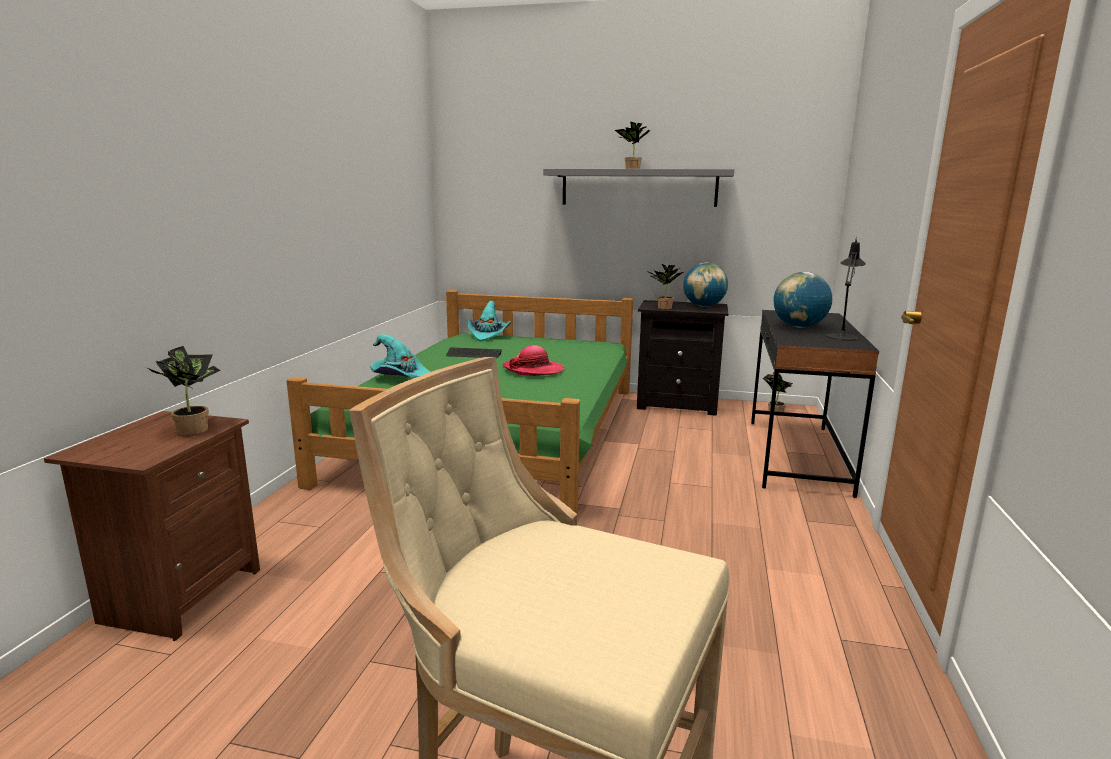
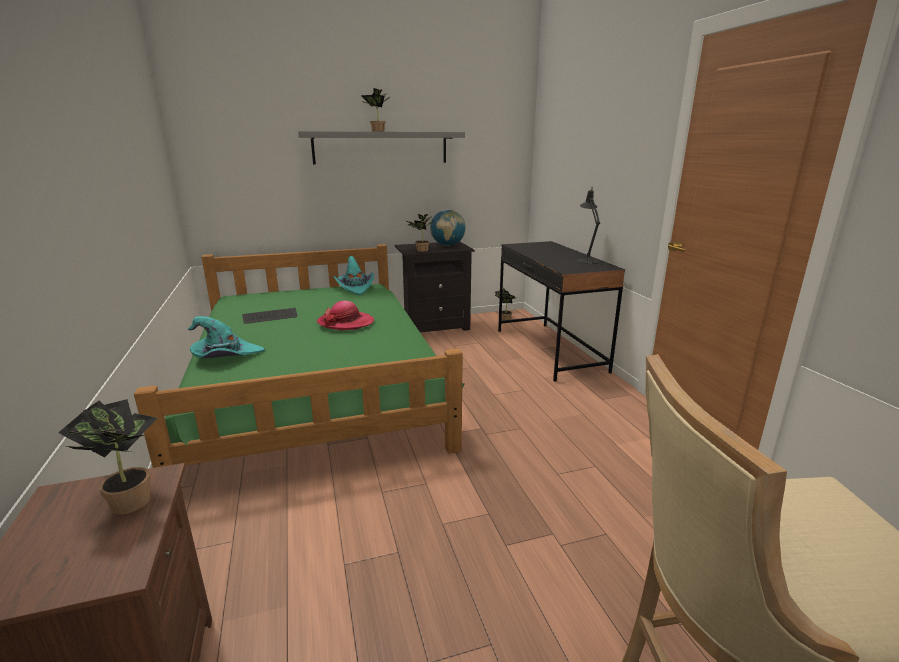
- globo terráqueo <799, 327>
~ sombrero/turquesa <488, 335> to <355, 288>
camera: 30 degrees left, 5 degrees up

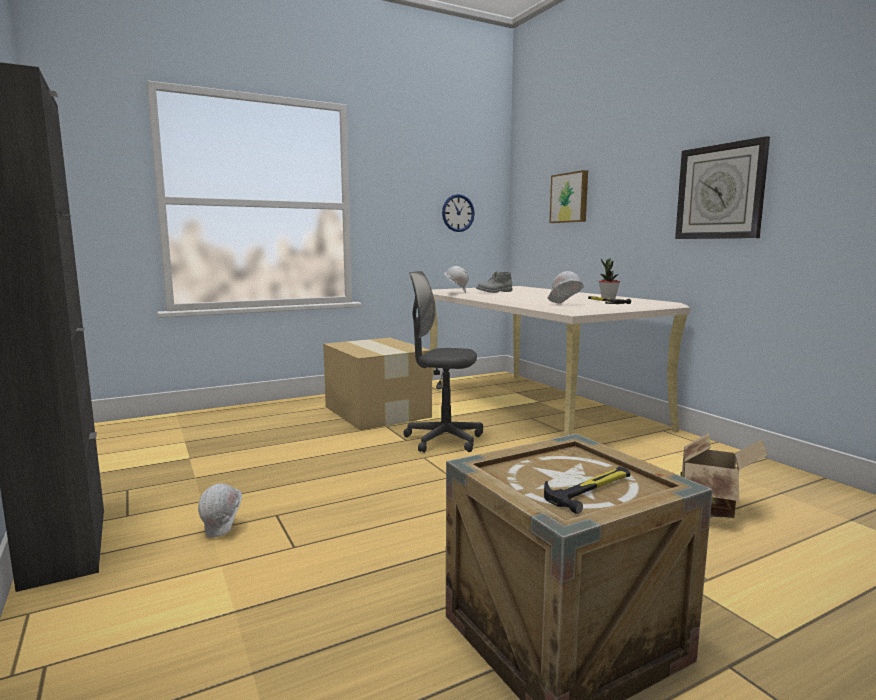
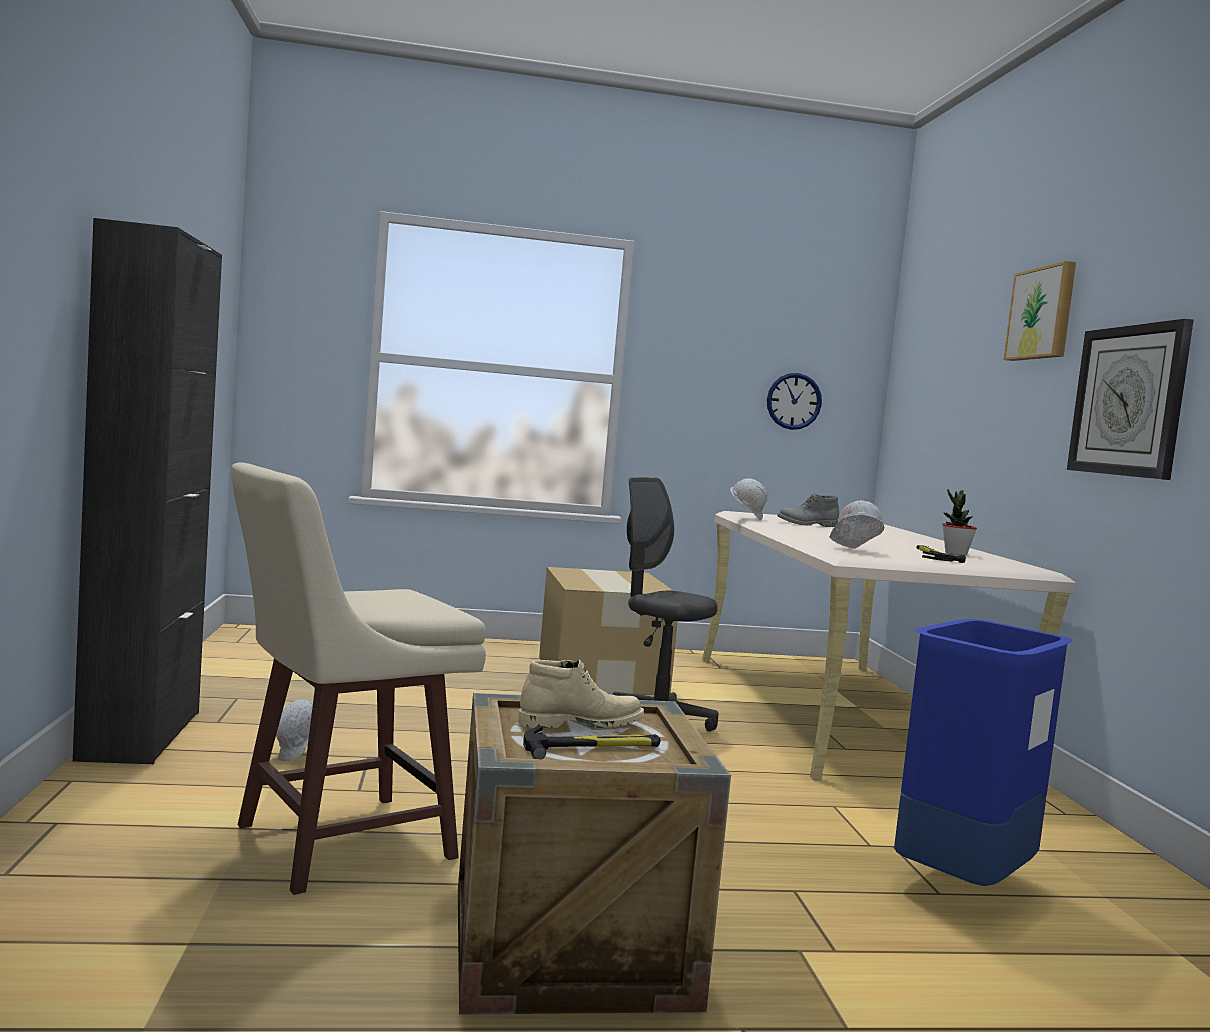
~ cuadro <570, 198> to <1043, 314>
~ caja de cartón <711, 506> to papelera/azul <961, 883>
+ taburete/beis <338, 842>
+ bota/beis <580, 724>
camera: 20 degrees right, 5 degrees down

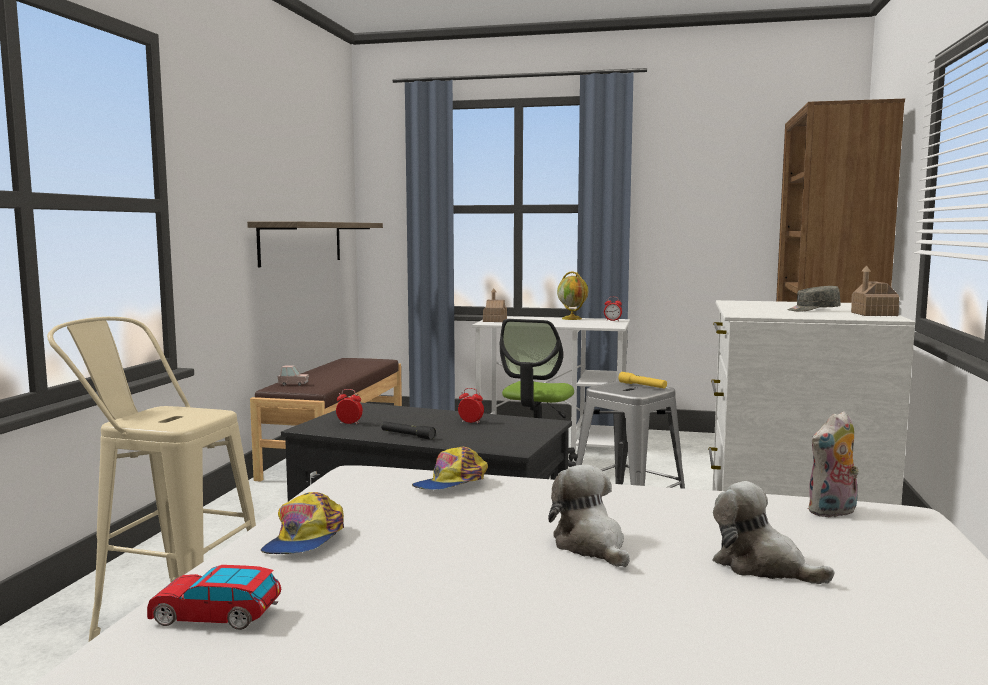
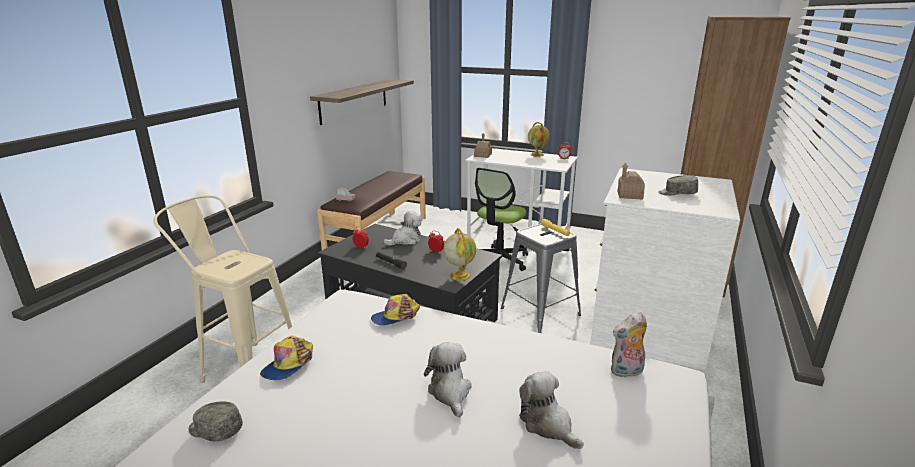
~ casita <874, 314> to <629, 195>
~ coche de juguete <216, 616> to gorra/gris <215, 430>
+ peluche <405, 240>
+ globo terráqueo <459, 275>
camera: 10 degrees right, 15 degrees up

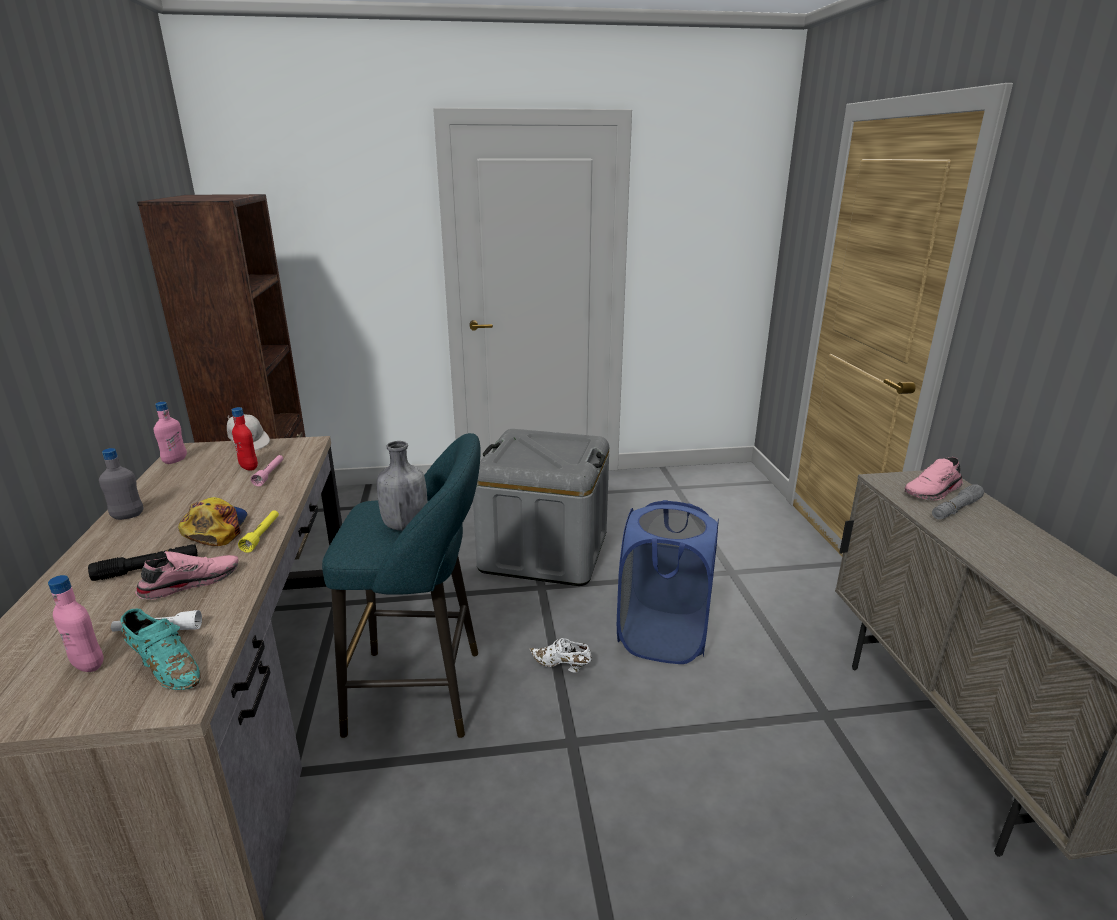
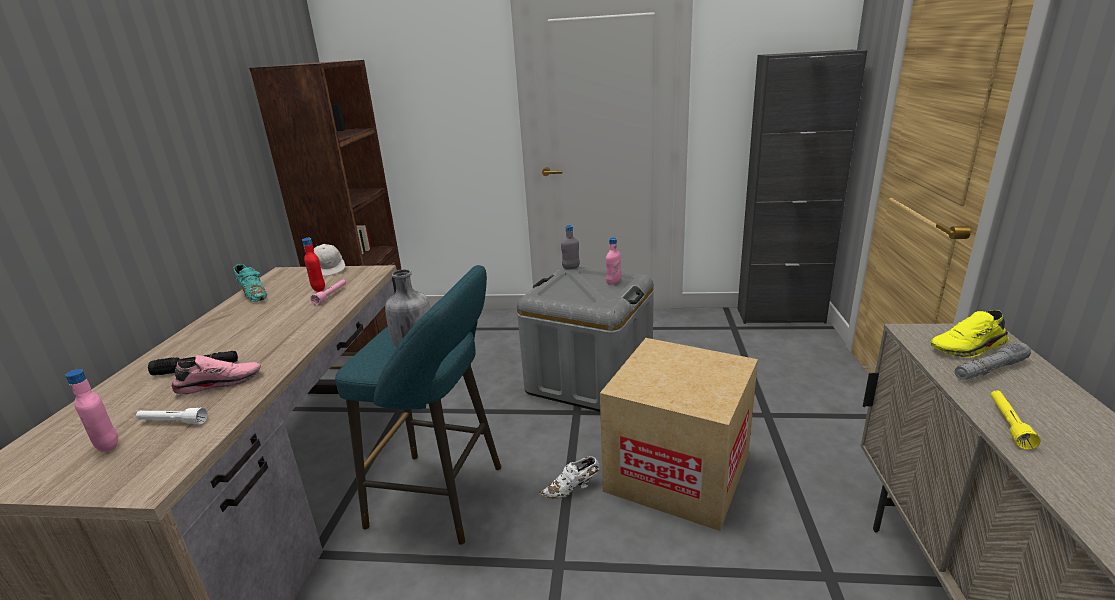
~ botella/rosa <175, 460> to <613, 282>
~ botella/gris <128, 516> to <571, 268>
~ zapato/rosa <933, 492> to zapato/amarillo <969, 348>
- gorra <215, 528>
~ cesto de la ropa/azul <663, 637> to caja de cartón <678, 472>
~ linterna/amarillo <262, 535> to <1008, 424>
~ zapato/turquesa <166, 668> to <253, 295>
~ zapato/blanco <562, 666> = <572, 489> 60 degrees counterclockwise
+ armario/negro <780, 315>
camera: 15 degrees right, 0 degrees up

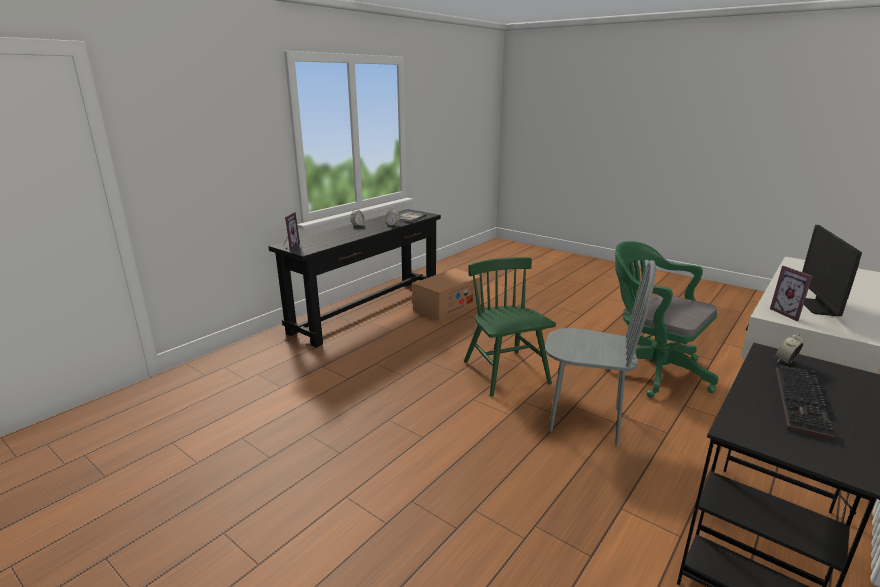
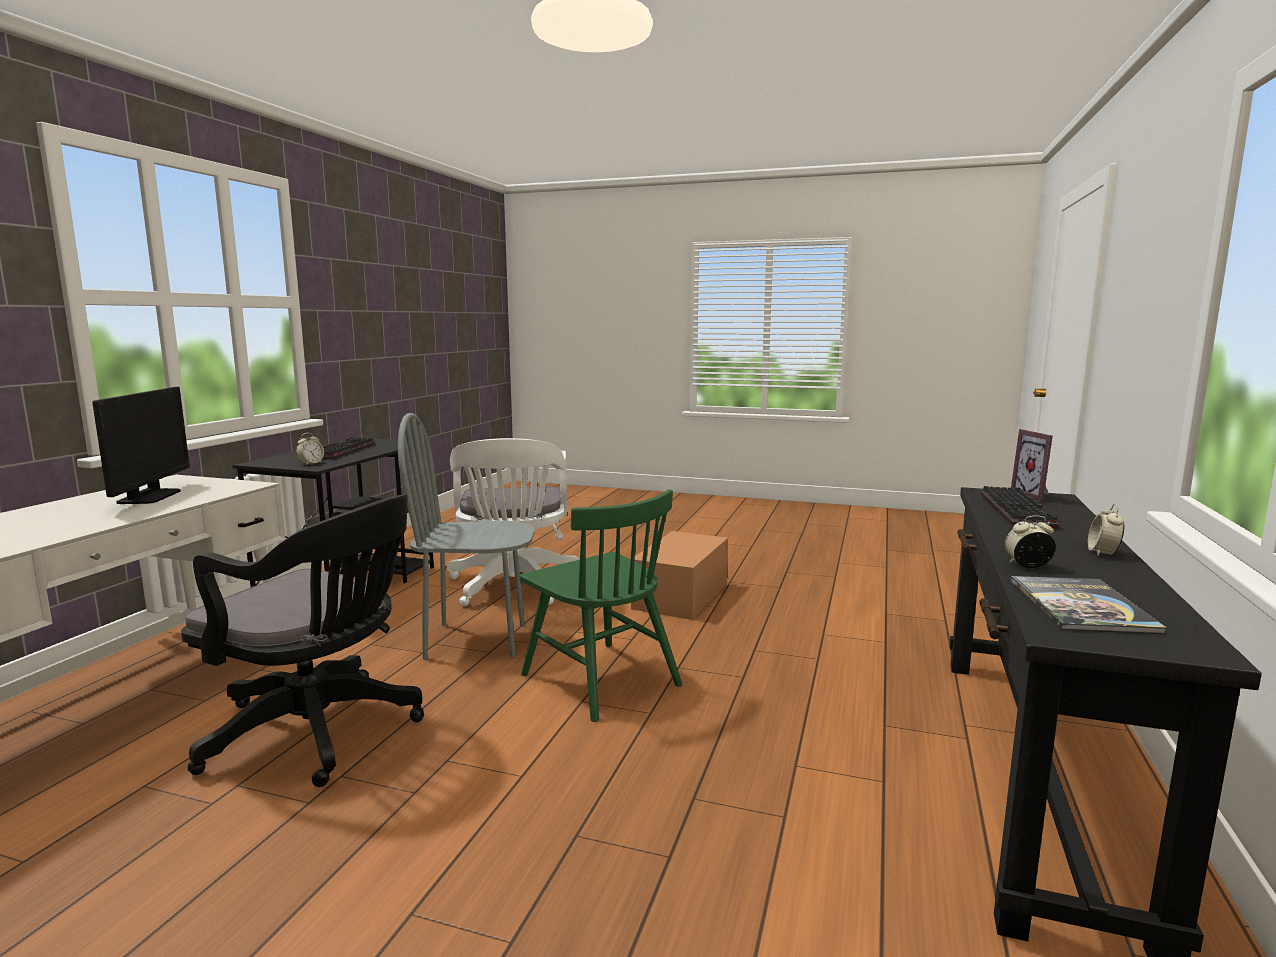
~ silla de oficina/verde <651, 369> to silla de oficina/negro <321, 733>
- portarretratos <789, 314>
~ caja de cartón <447, 306> to <681, 595>
+ silla de oficina/blanco <513, 588>
+ teclado <1019, 511>
camera: 160 degrees right, 10 degrees down

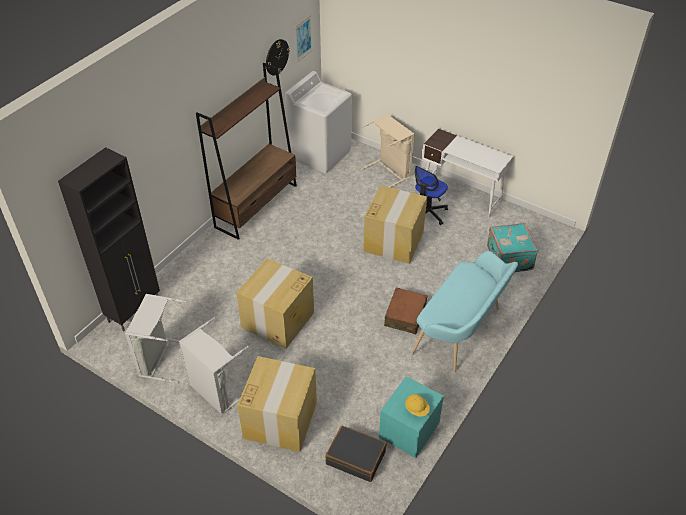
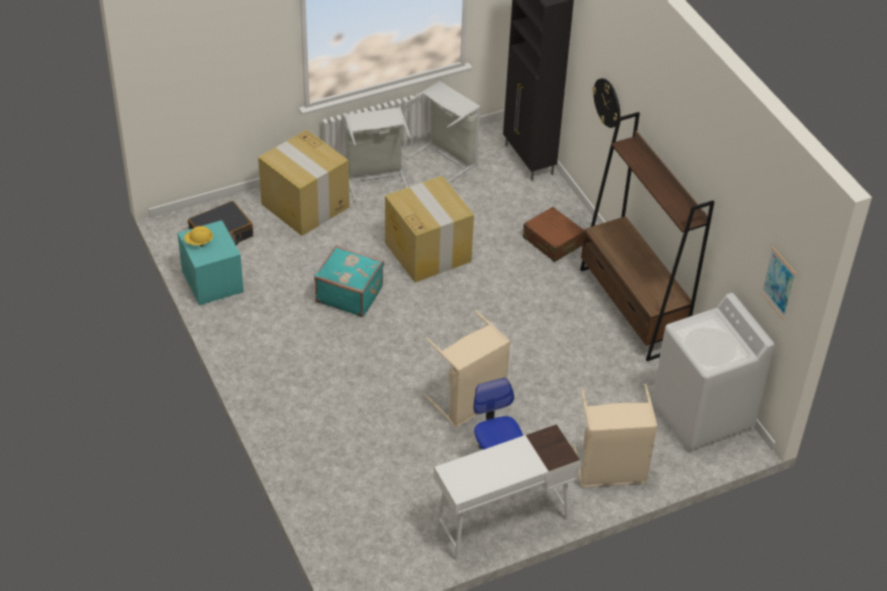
~ reloj de pared <276, 57> to <607, 102>
~ caja de cartón <394, 241> to cesto de la ropa/beis <469, 403>
~ maleta/turquesa <508, 258> to <349, 294>
- banco/turquesa <461, 332>
~ maleta/marrón <405, 316> to <553, 241>
camera: 120 degrees right, 0 degrees up

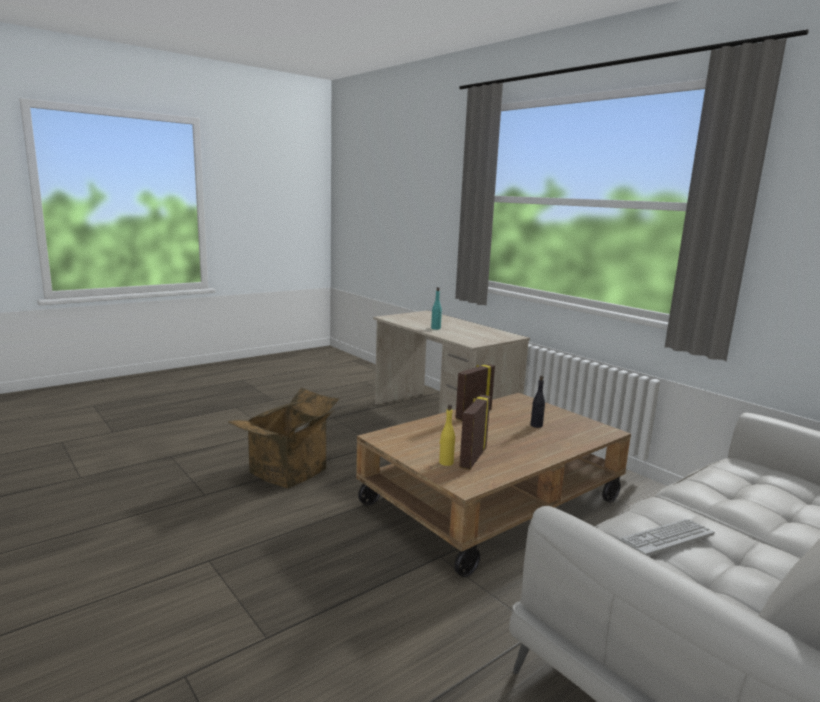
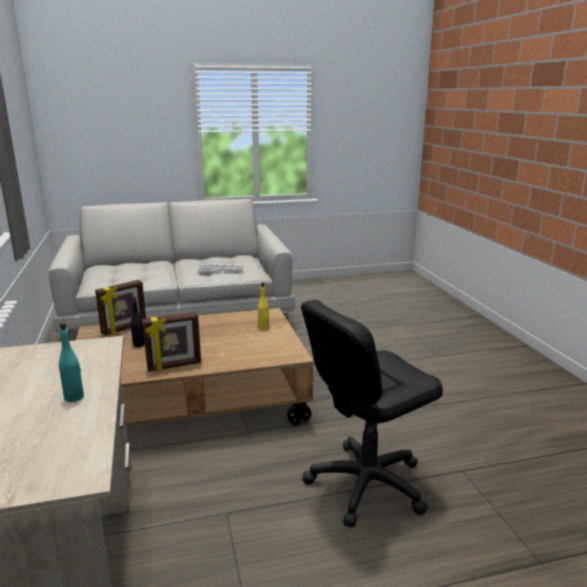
~ caja de cartón <289, 472> to silla de oficina/negro <366, 484>
~ portarretratos <472, 458> to <124, 329>
camera: 155 degrees left, 5 degrees up

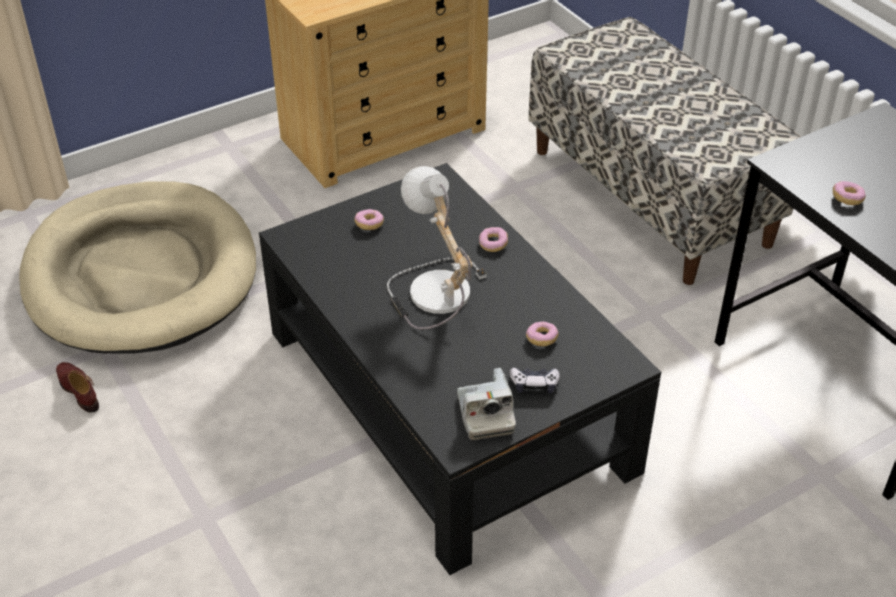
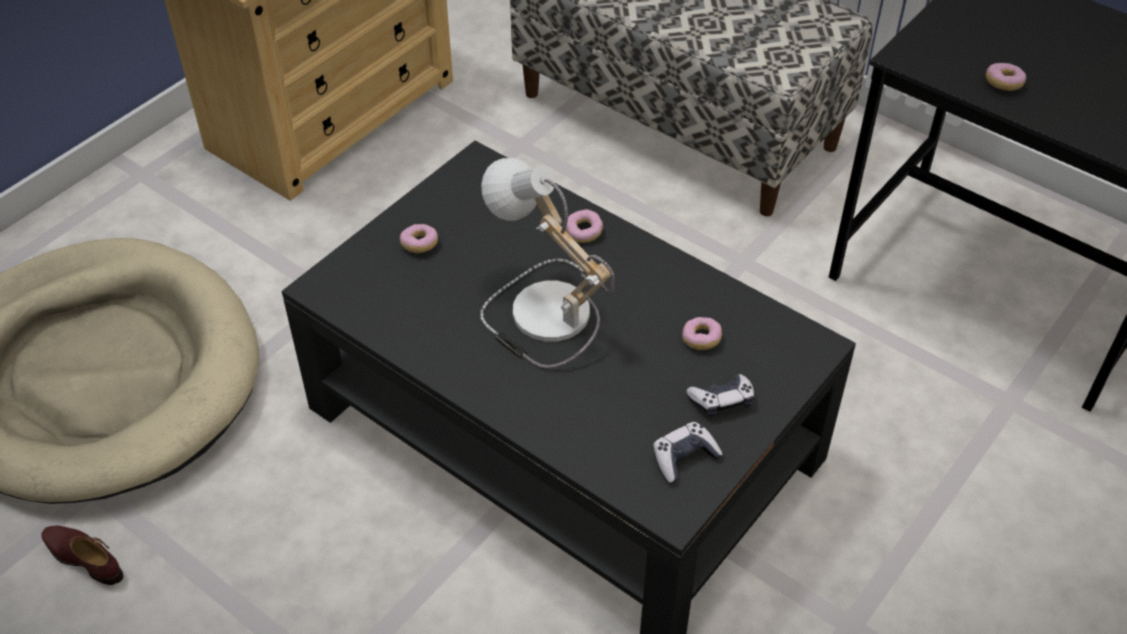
~ cámara <485, 415> to mando de consola <684, 458>
camera: 20 degrees left, 5 degrees up

